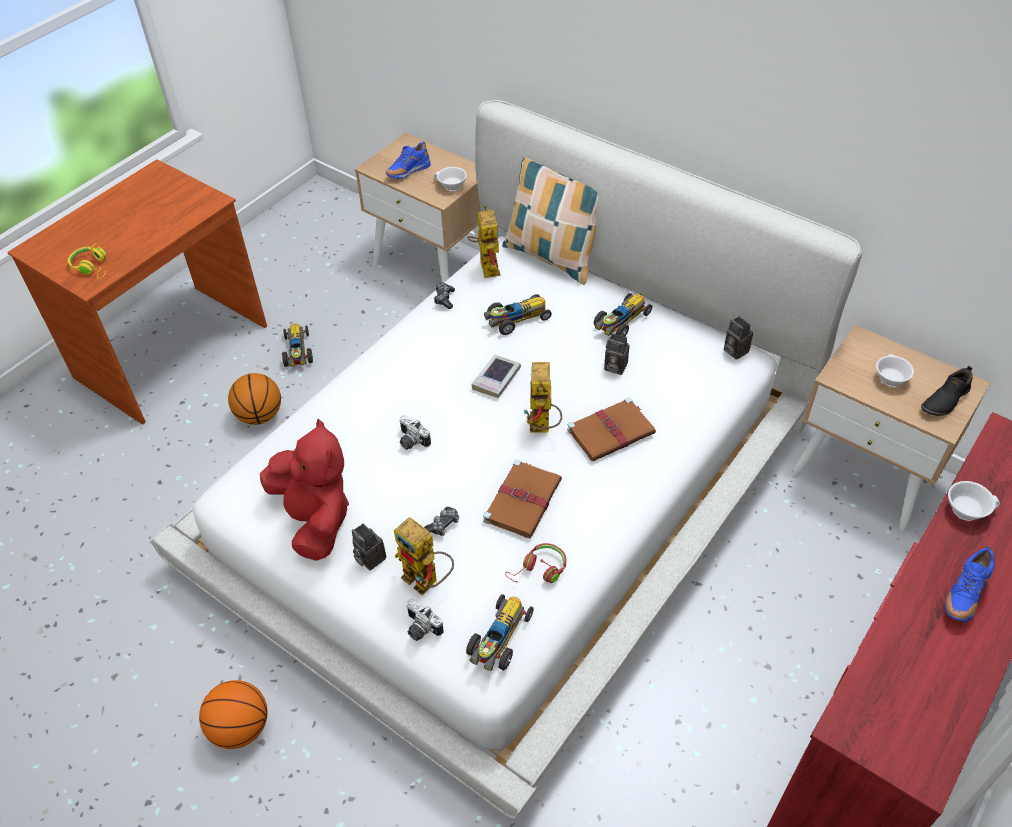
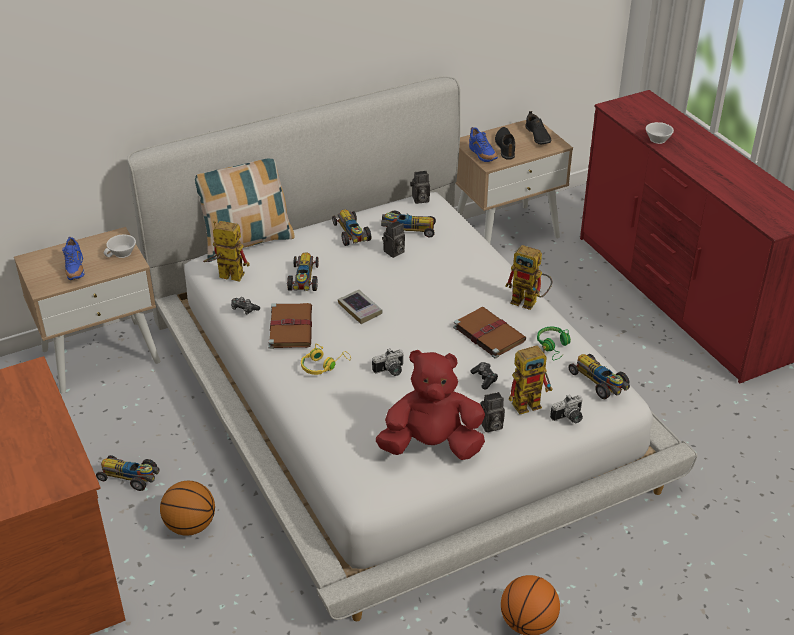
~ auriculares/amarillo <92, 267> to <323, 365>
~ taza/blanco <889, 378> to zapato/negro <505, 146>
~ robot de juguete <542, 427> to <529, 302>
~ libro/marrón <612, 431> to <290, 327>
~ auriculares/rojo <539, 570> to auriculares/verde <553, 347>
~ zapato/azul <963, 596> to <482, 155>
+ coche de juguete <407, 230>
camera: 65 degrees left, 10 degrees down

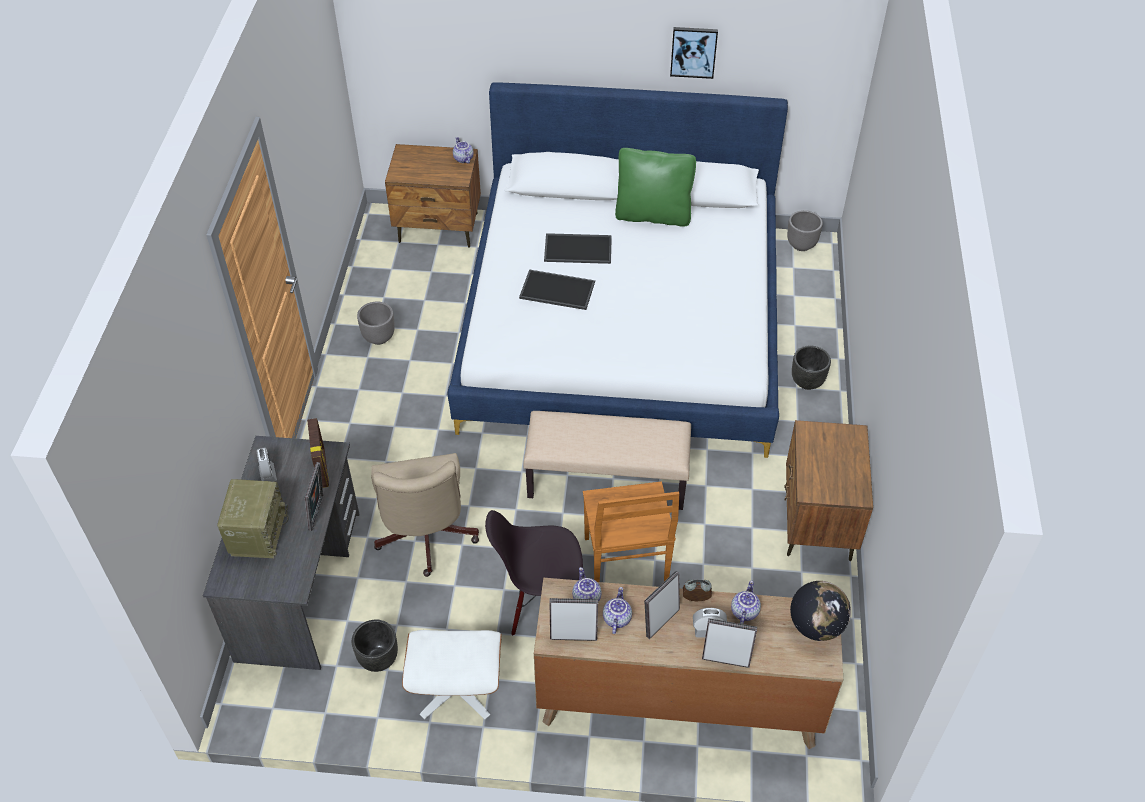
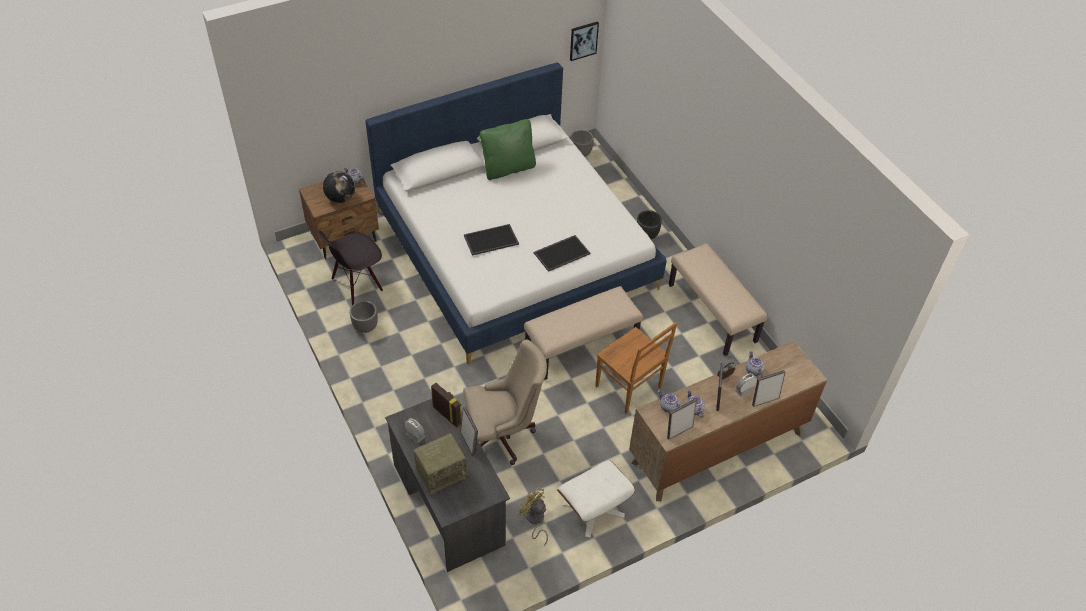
~ cuadro <693, 51> to <583, 40>
~ bandeja <578, 248> to <562, 252>
~ mesita de noche/marrón <817, 522> to banco/beis <713, 313>
~ silla de oficina/beis <425, 539> = <503, 435> 60 degrees counterclockwise
~ radio <257, 533> = <442, 473> 90 degrees clockwise
~ silla/negro <539, 602> to <357, 285>
~ globo terráqueo <816, 625> to <341, 198>
~ maceta/negro <378, 660> to ventilador/amarillo <534, 520>
camera: 35 degrees left, 0 degrees up

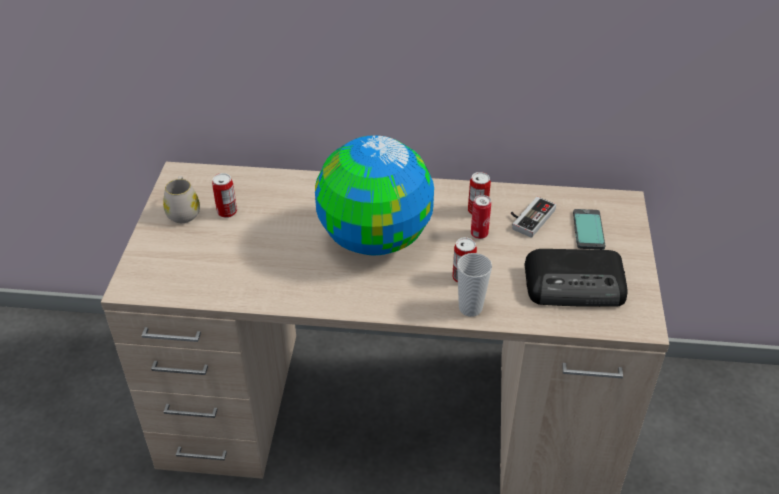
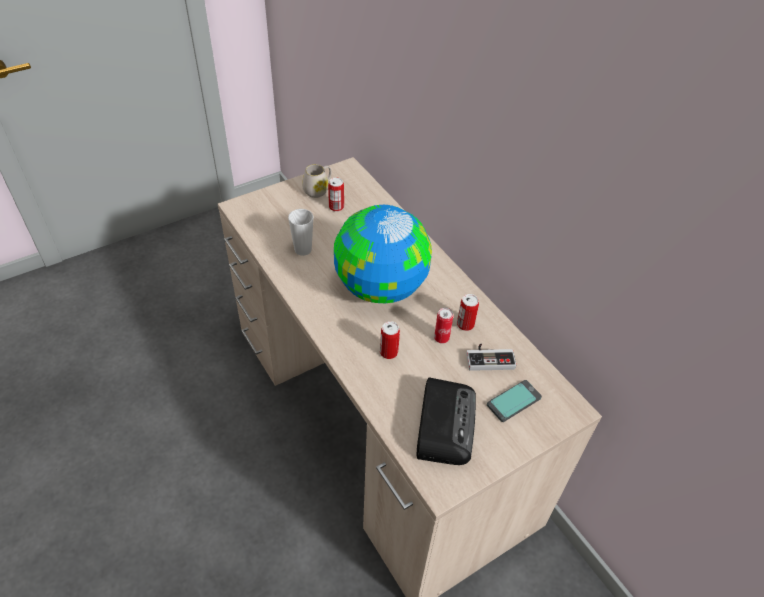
~ radio <576, 285> = <444, 423> 135 degrees counterclockwise
~ taza <470, 308> to <303, 250>
camera: 50 degrees right, 5 degrees up

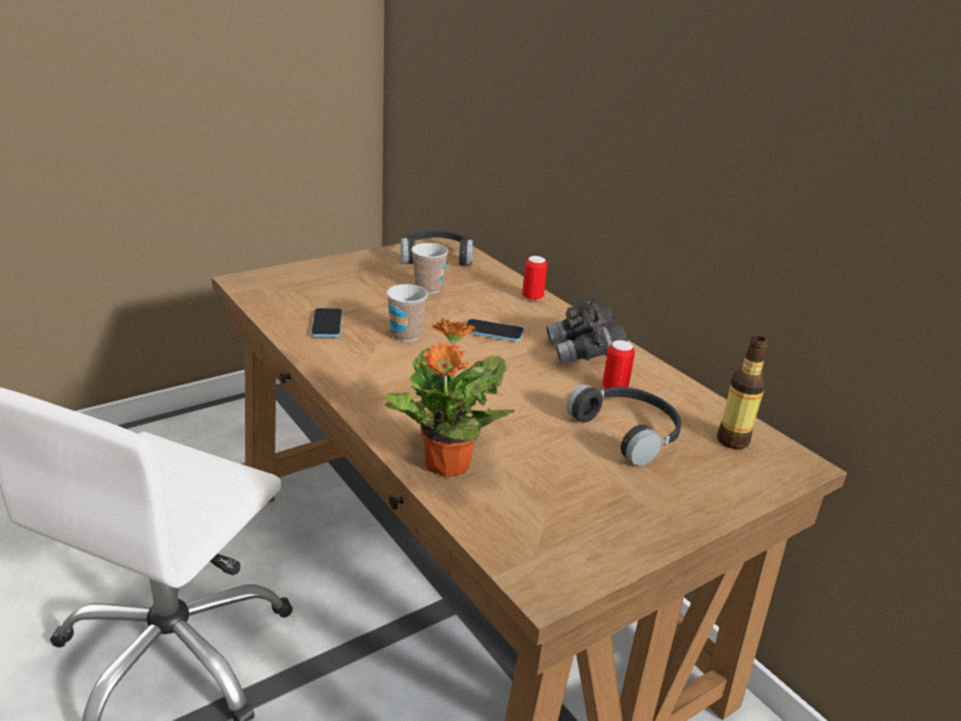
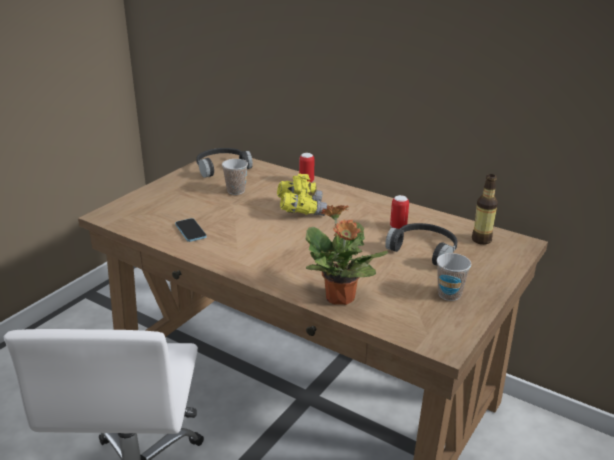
~ taza <405, 335> to <449, 294>
- prismáticos/gris <584, 352>
~ móvil <493, 332> to prismáticos/amarillo <301, 209>
camera: 20 degrees left, 0 degrees up

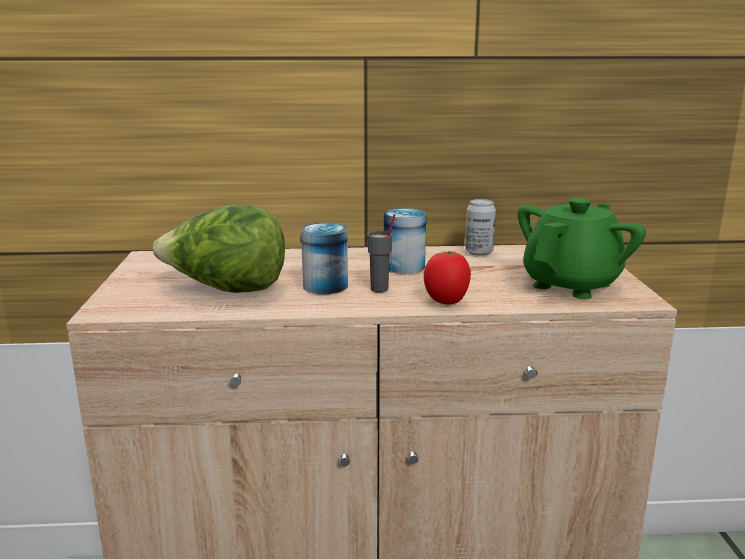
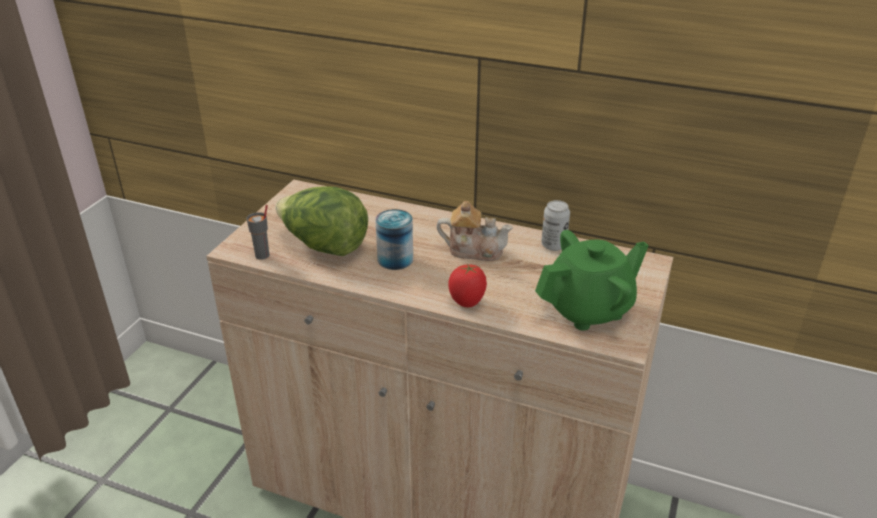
~ lata <404, 267> to tetera <474, 250>
~ taza/gris <380, 289> to <262, 255>
camera: 25 degrees right, 15 degrees up

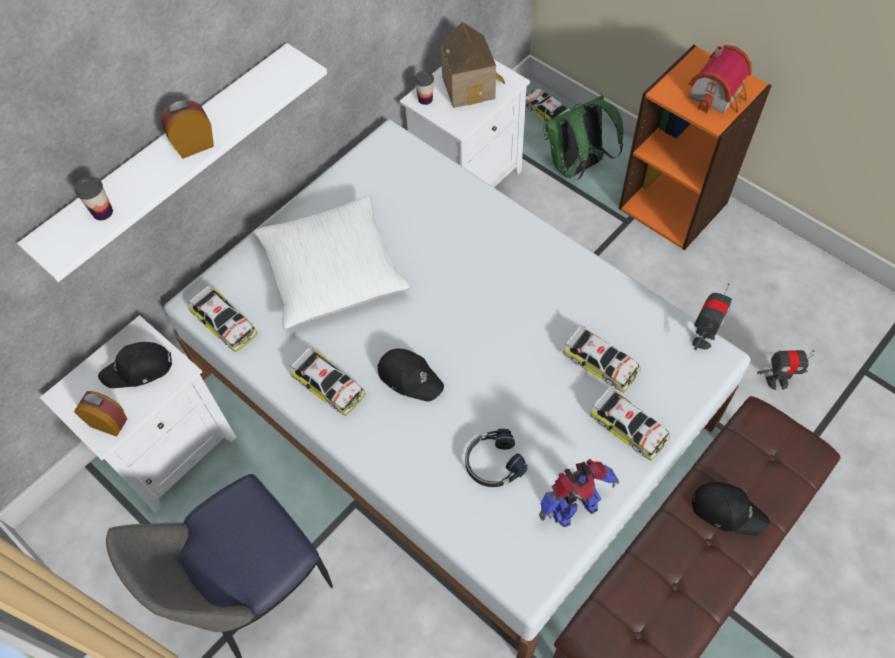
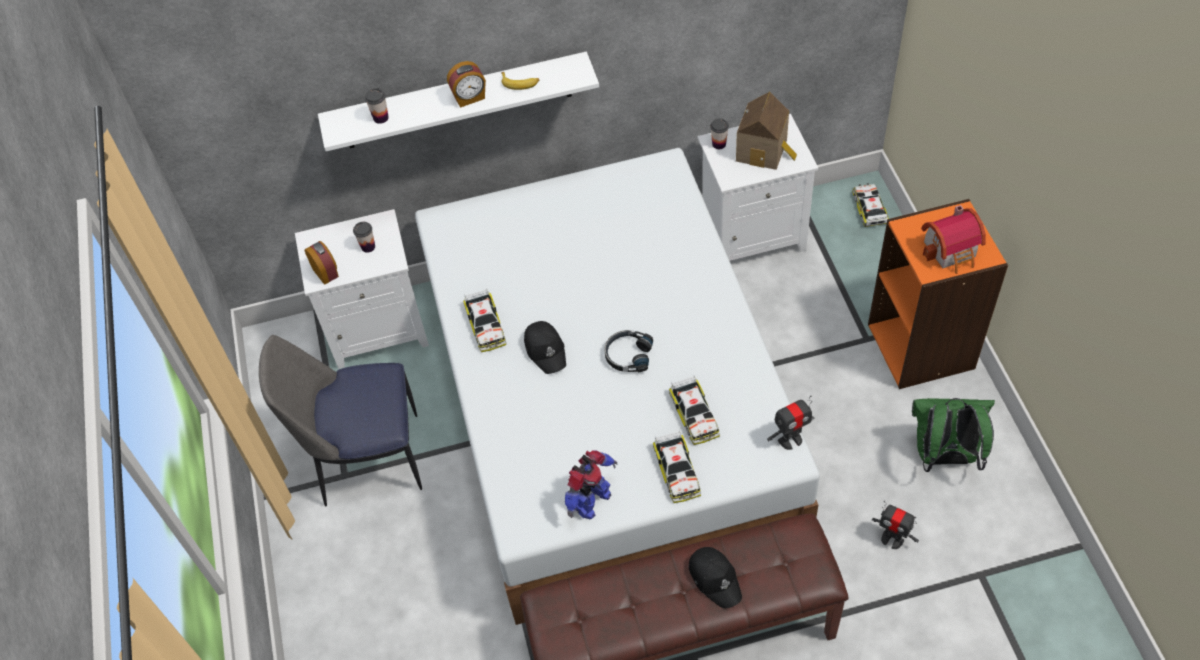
~ mochila/verde <577, 167> to <944, 457>
~ despertador <194, 144> = <469, 98> 150 degrees clockwise
- cojín/blanco <332, 271>
- coche de juguete <225, 323>
~ gorra/negro <139, 369> to taza <368, 247>
~ auriculares/negro <493, 463> to <628, 355>
~ robot de juguete <572, 506> = <590, 501> 60 degrees counterclockwise
+ plátano <520, 83>
camera: 35 degrees right, 5 degrees down

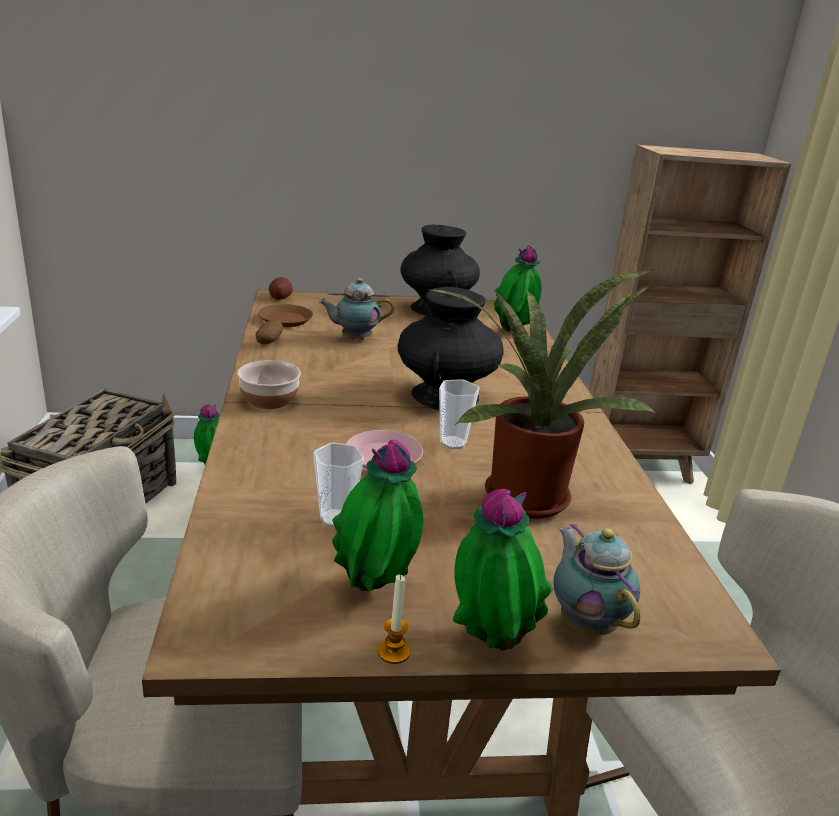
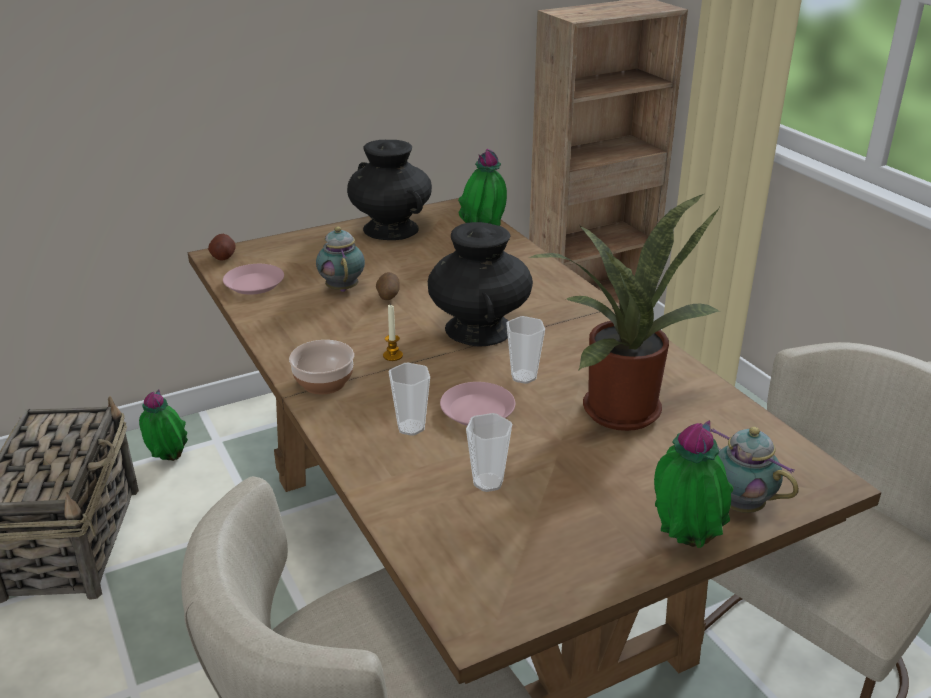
~ tetera <354, 338> = <342, 287> 105 degrees clockwise
~ plato/marrón <285, 320> to plato/rosa <254, 284>
~ patata <269, 342> to <388, 296>
- planta en maceta <375, 589>
~ vela <394, 652> to <393, 356>
+ taza <411, 427>
camera: 20 degrees left, 5 degrees up

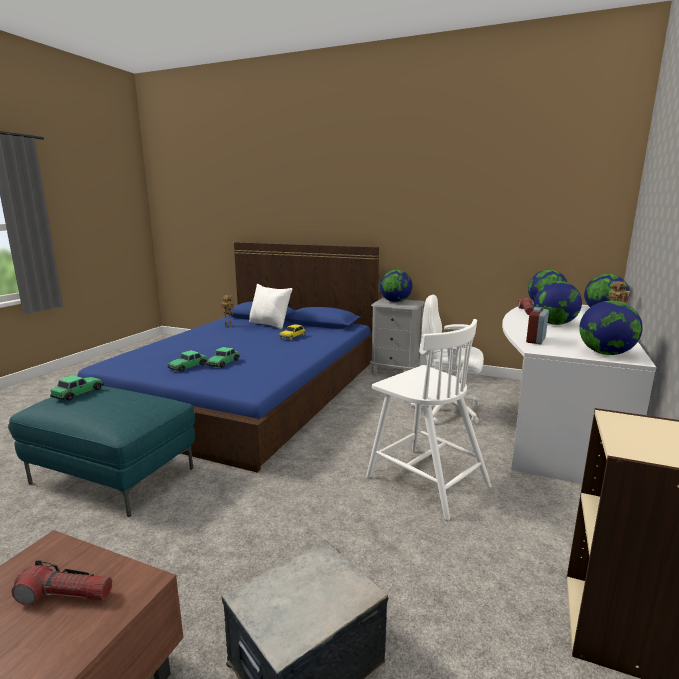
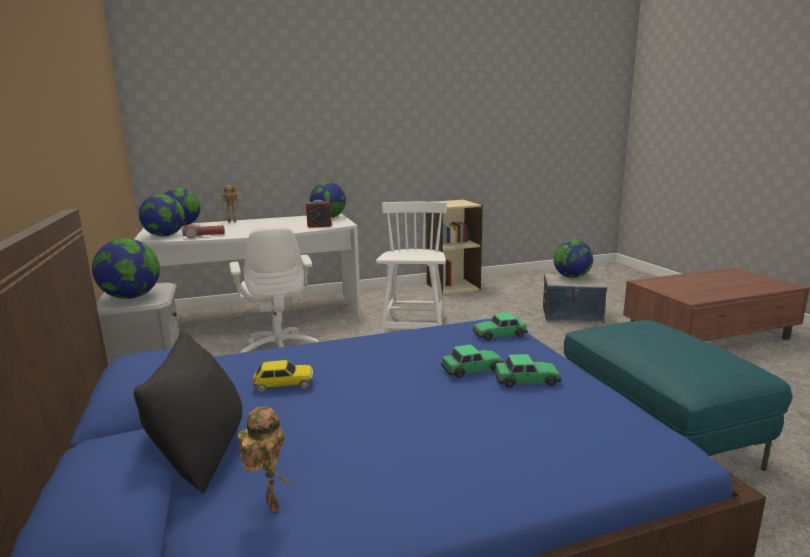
~ globo terráqueo <554, 324> to <571, 277>
~ cojín/blanco <270, 324> to cojín/negro <202, 453>
~ coche de juguete <78, 393> to <499, 334>
- linterna <65, 595>
camera: 130 degrees left, 0 degrees up

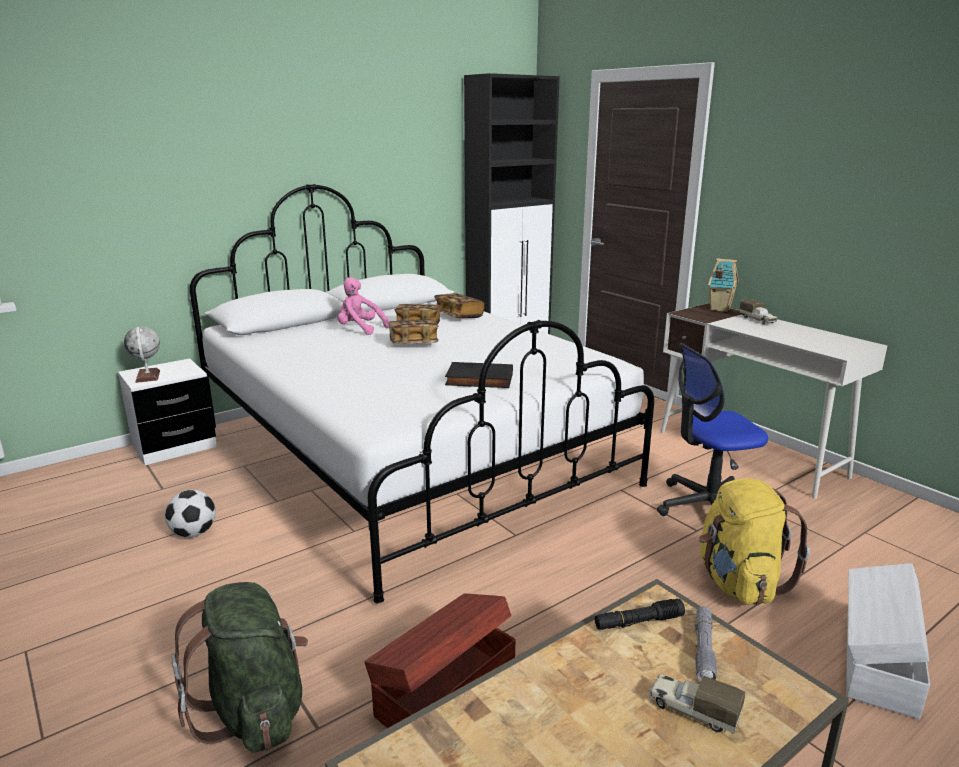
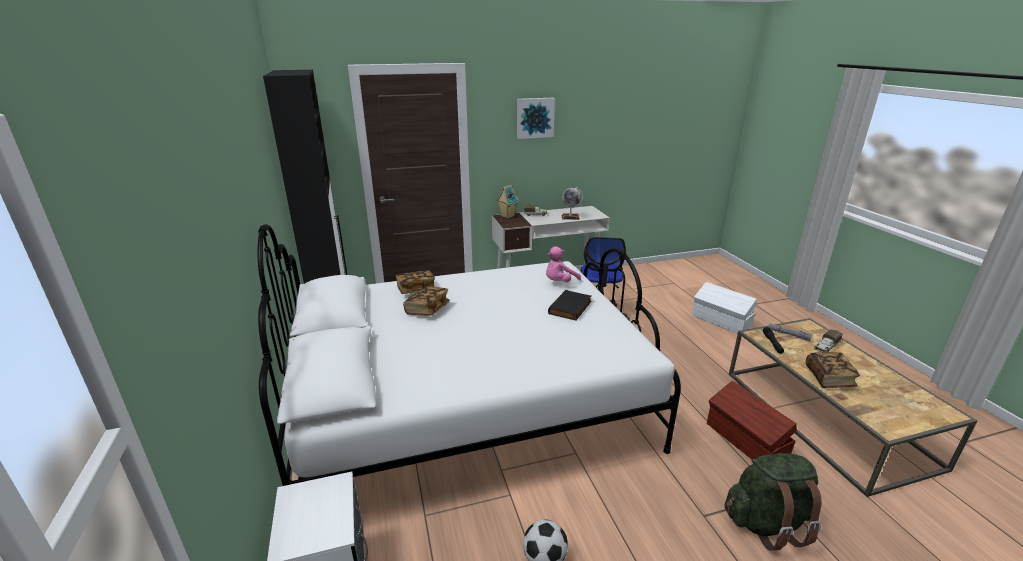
~ peluche/rosa <360, 329> to <559, 282>
~ libro <413, 343> to <829, 378>
~ globo terráqueo <148, 376> to <570, 217>
- mochila/amarillo <739, 583>
+ cuadro <534, 118>
camera: 70 degrees left, 5 degrees up

